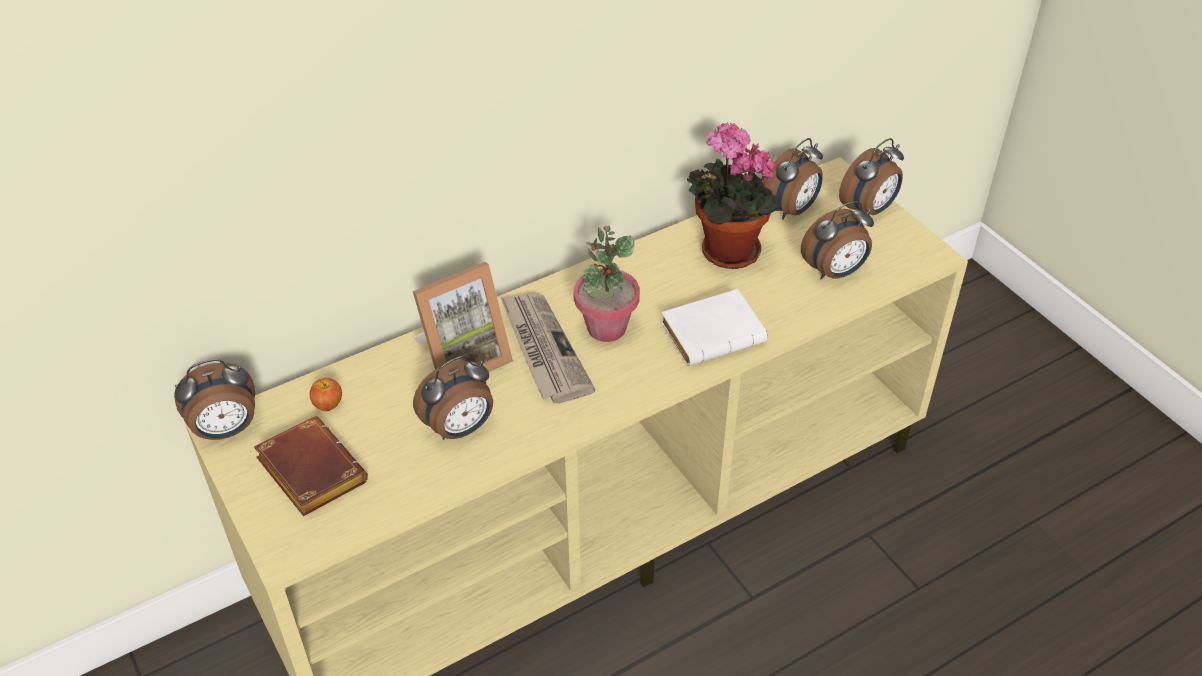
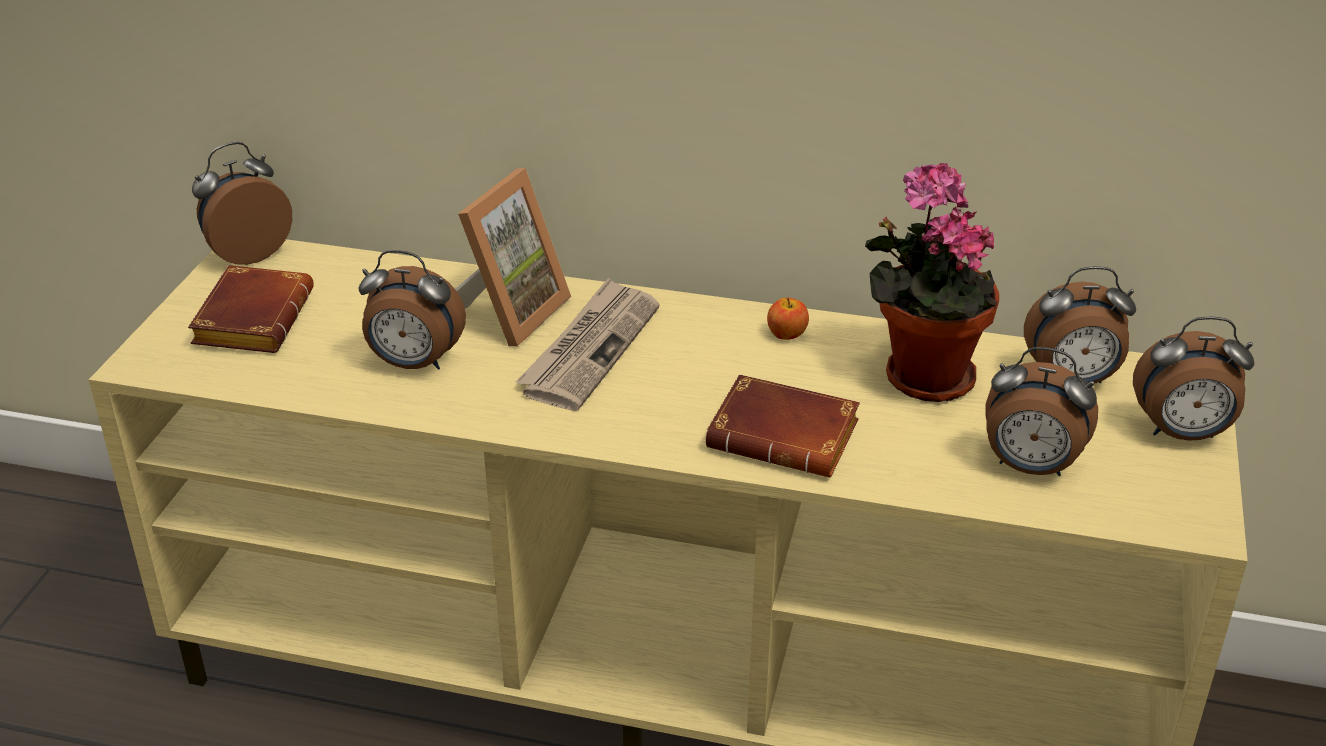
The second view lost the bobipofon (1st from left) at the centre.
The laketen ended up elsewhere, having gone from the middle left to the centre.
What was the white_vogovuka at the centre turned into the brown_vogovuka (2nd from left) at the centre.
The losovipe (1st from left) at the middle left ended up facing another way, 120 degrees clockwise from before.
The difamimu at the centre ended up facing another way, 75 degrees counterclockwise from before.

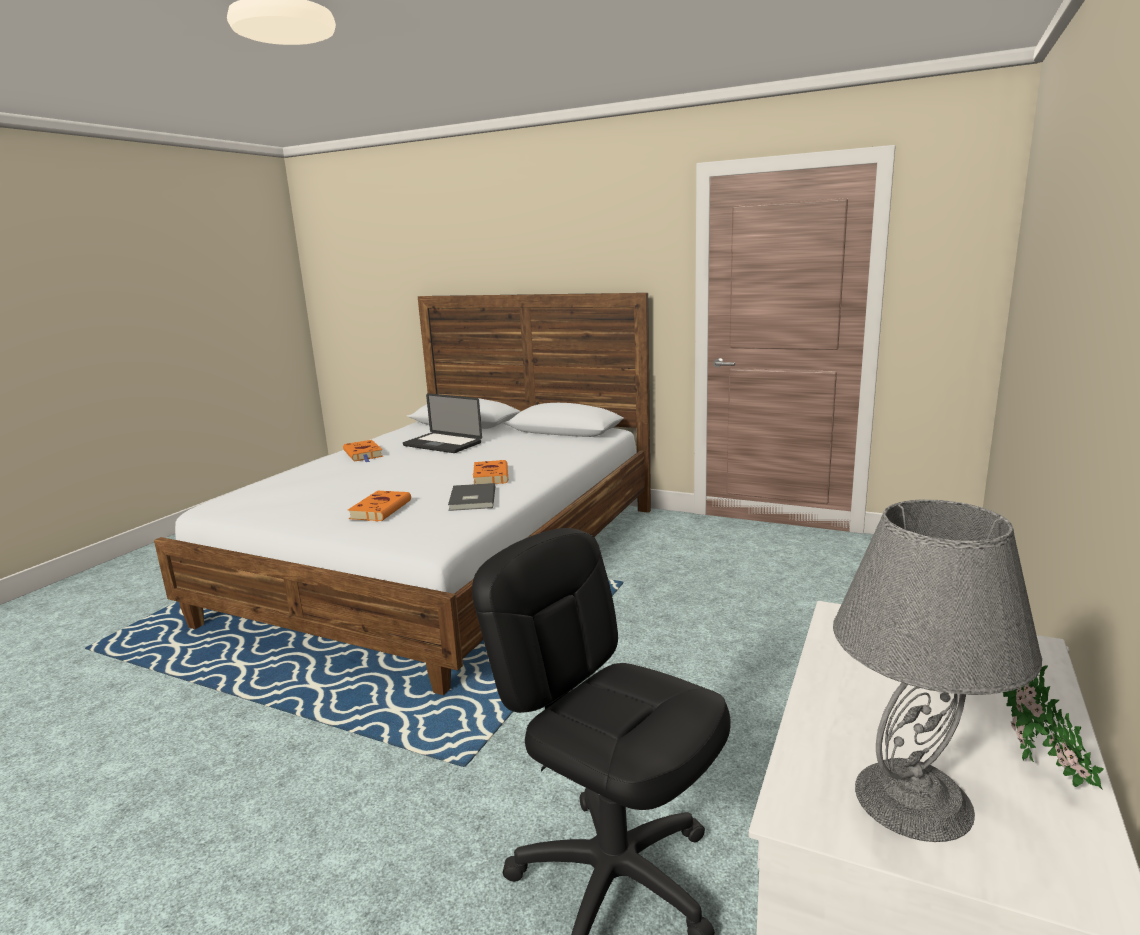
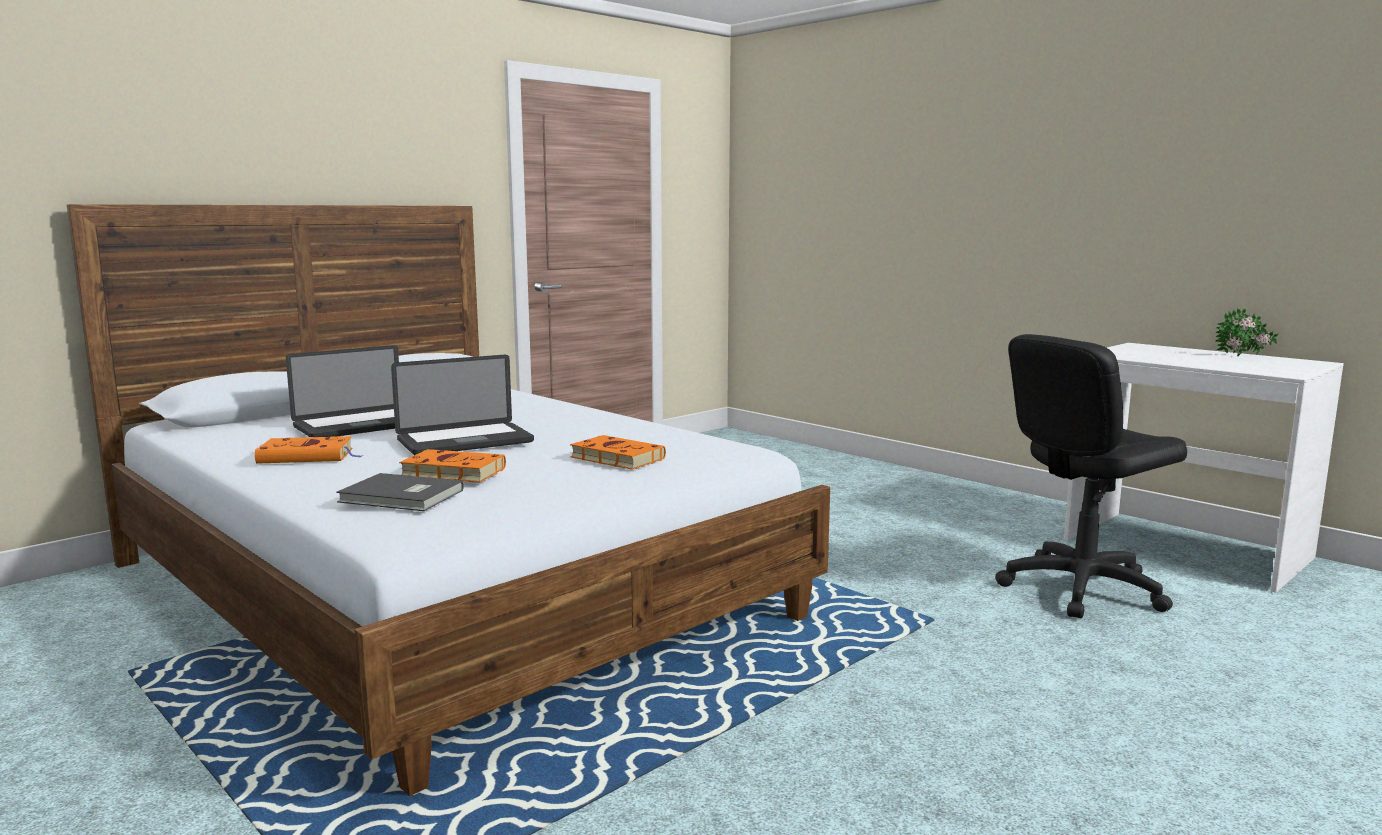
The second view lost the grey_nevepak at the bottom right.
The second view gained the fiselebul (2nd from left) at the centre.
The grey_vogovuka ended up elsewhere, having gone from the centre to the middle left.
The orange_vogovuka (3rd from left in the first image) ended up elsewhere, having gone from the centre to the middle left.

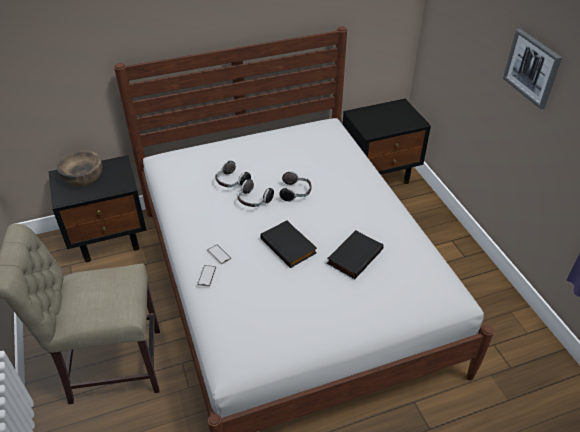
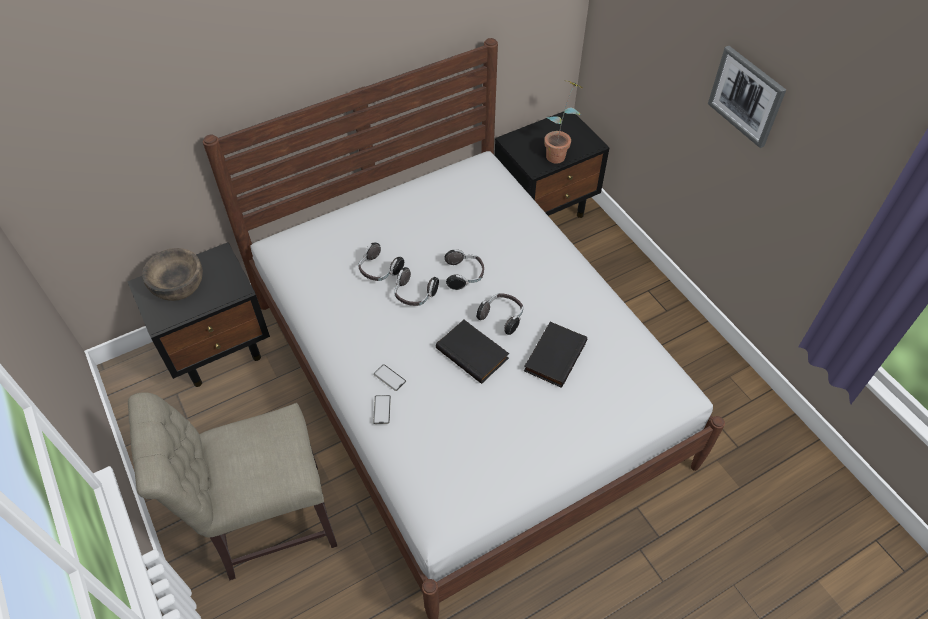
The second view gained the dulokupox (4th from left) at the centre.
The second view gained the bobipofon at the top centre.

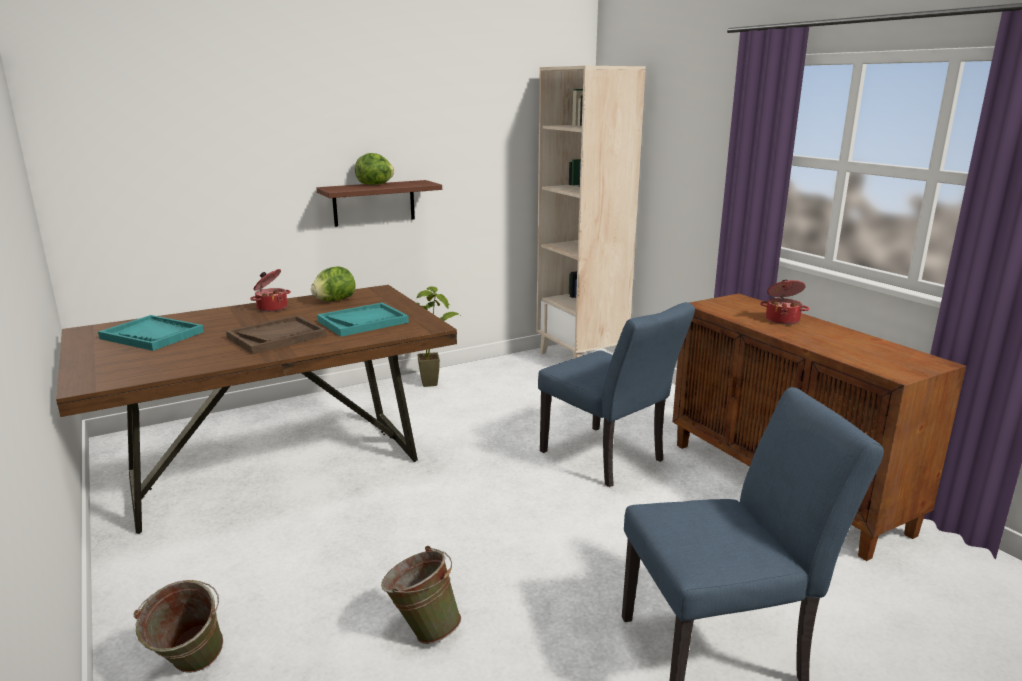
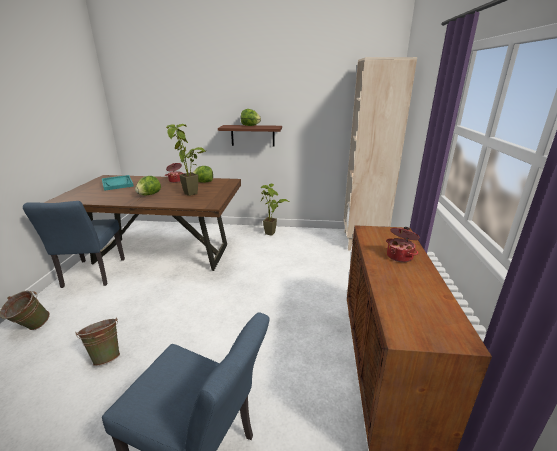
The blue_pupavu (1st from left) ended up elsewhere, having gone from the centre to the middle left.
Where the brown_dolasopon stood at the middle left, the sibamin (1st from left) came to stand at the middle left.
Where the turquoise_dolasopon (2nd from left) stood at the centre, the bobipofon (1st from left) came to stand at the centre.

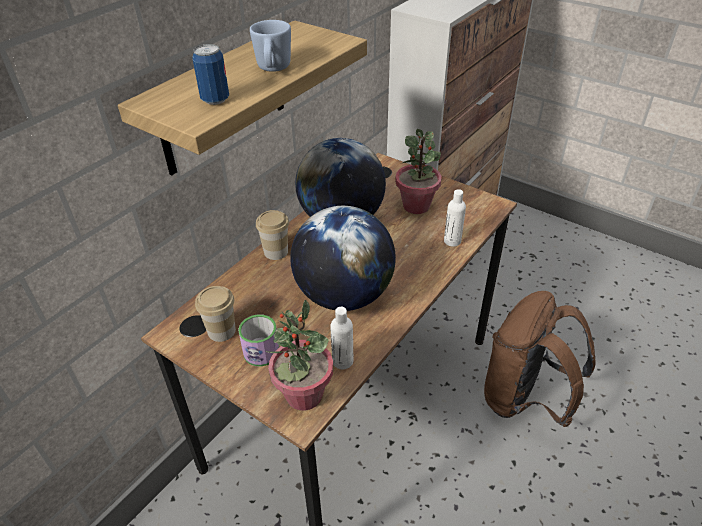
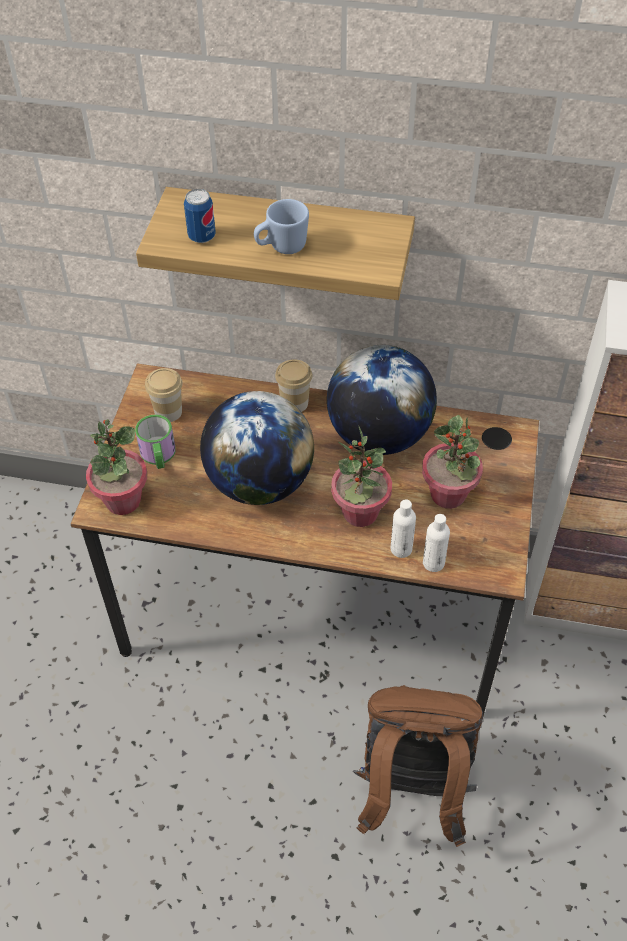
The second view gained the bobipofon (2nd from left) at the centre.
The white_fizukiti (1st from left in the first image) ended up elsewhere, having gone from the centre to the middle right.

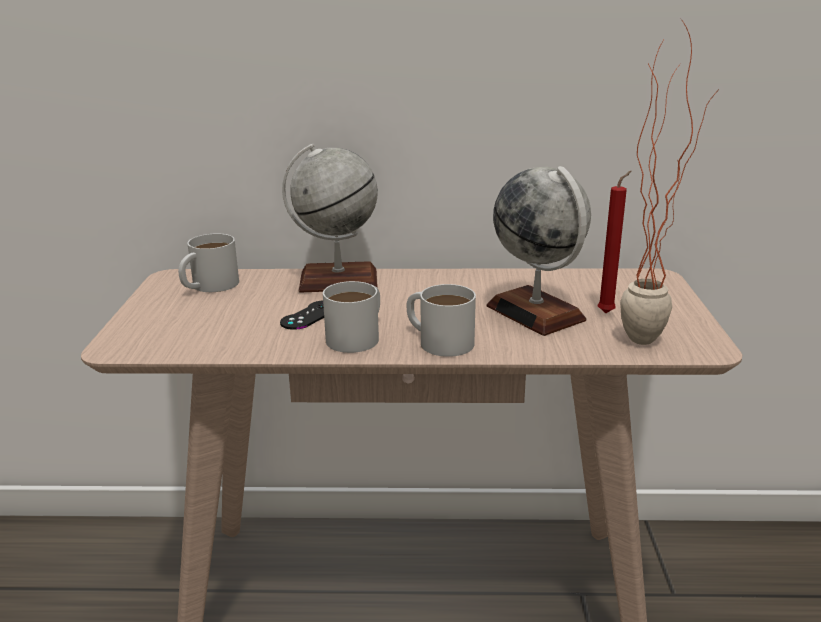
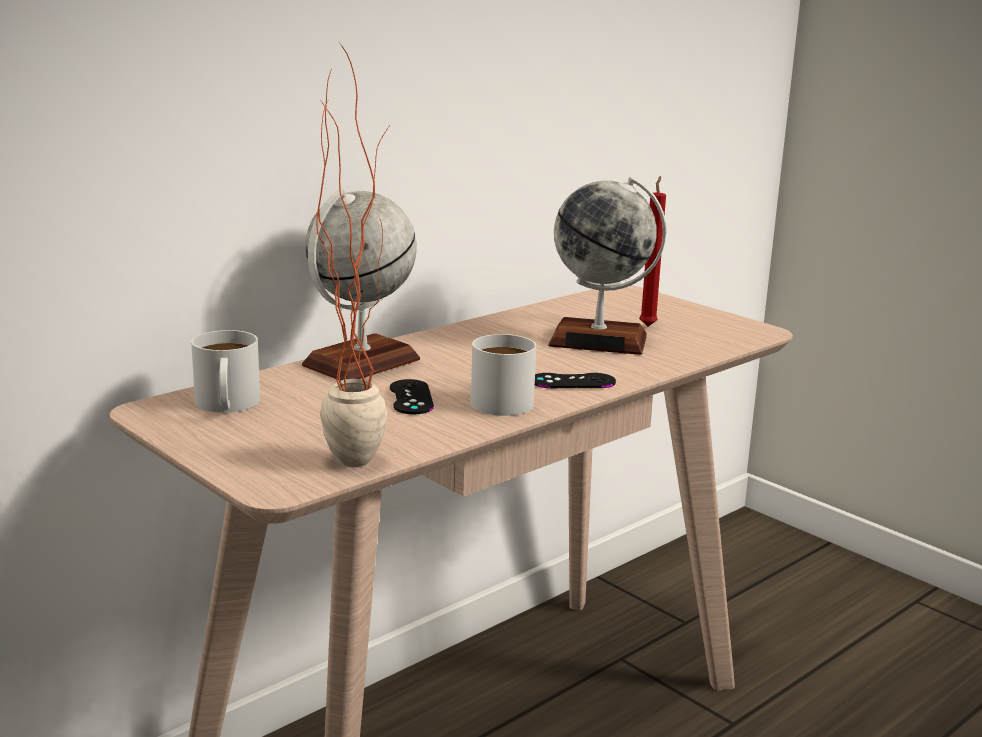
The bobipofon ended up elsewhere, having gone from the top right to the centre.
Where the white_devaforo (3rd from left) stood at the centre, the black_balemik (2nd from left) came to stand at the centre.

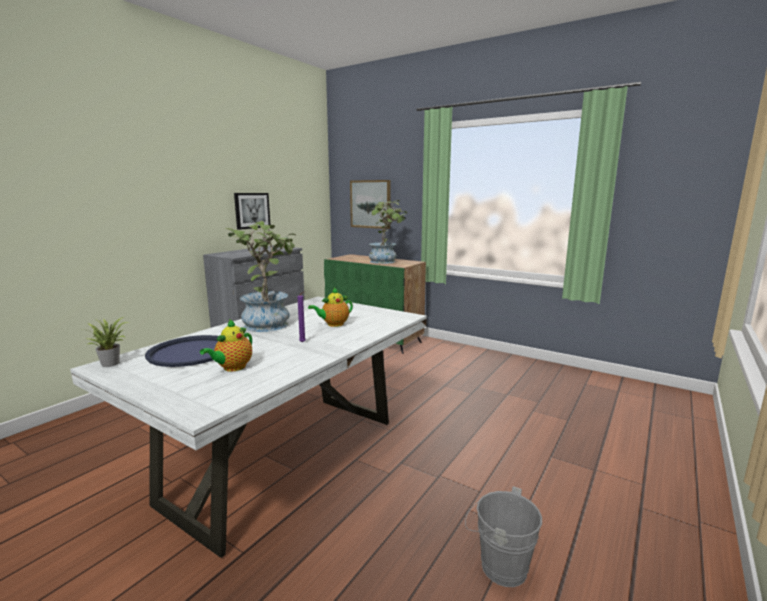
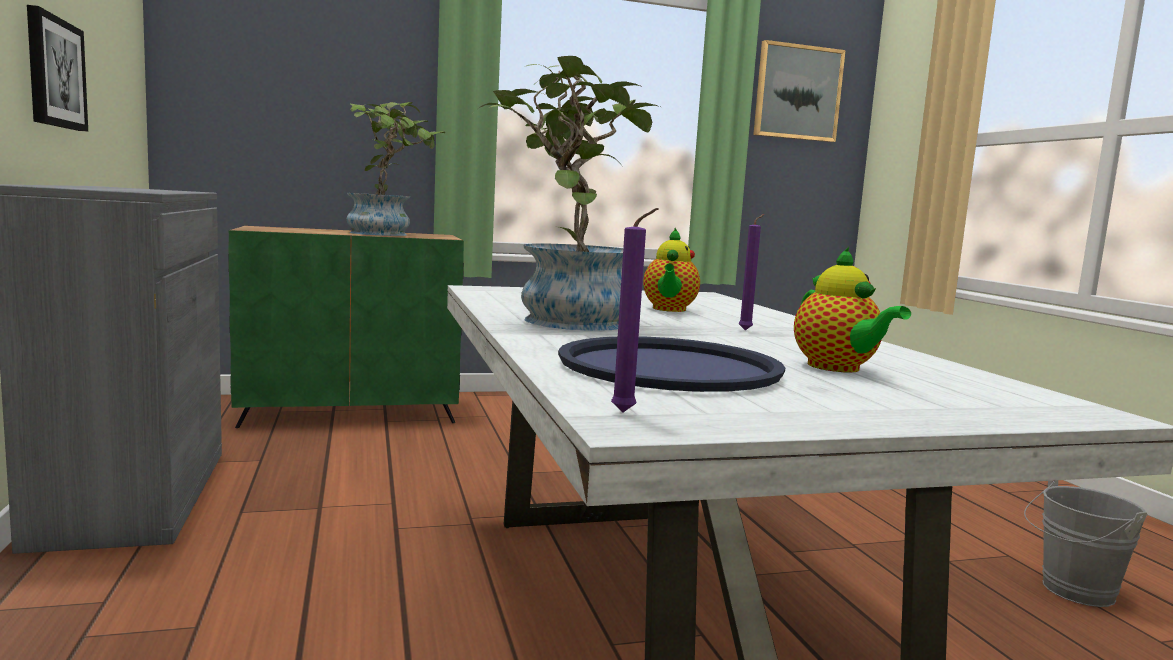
The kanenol (2nd from left) ended up elsewhere, having gone from the centre to the top right.
Where the bobipofon (1st from left) stood at the middle left, the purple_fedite (1st from left) came to stand at the centre.

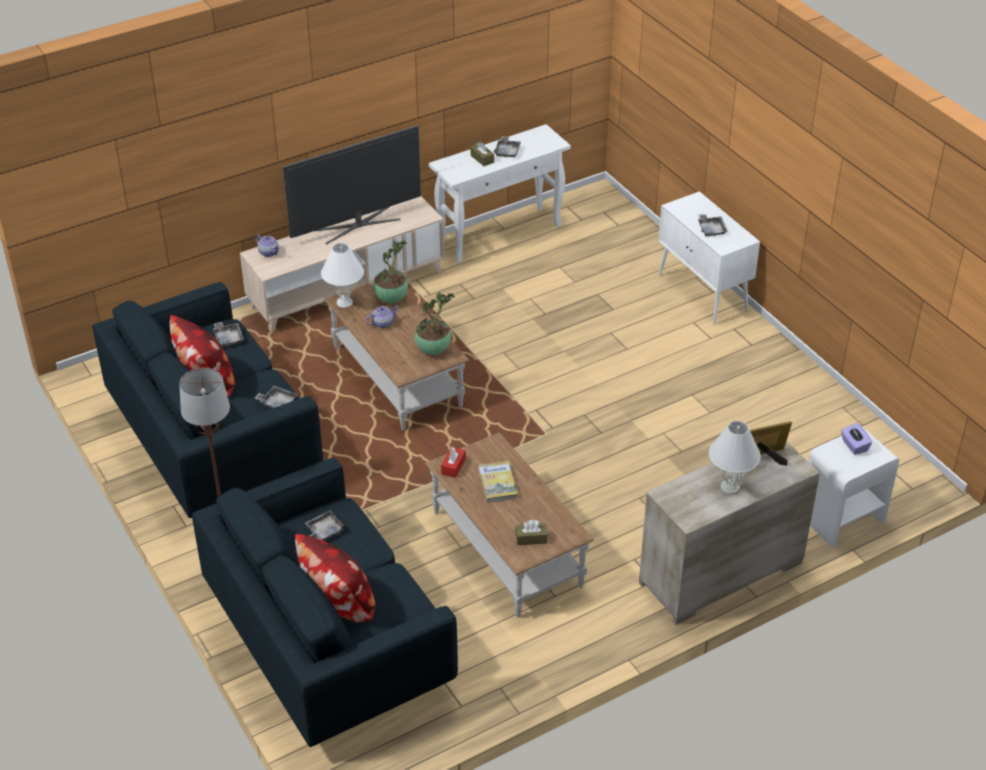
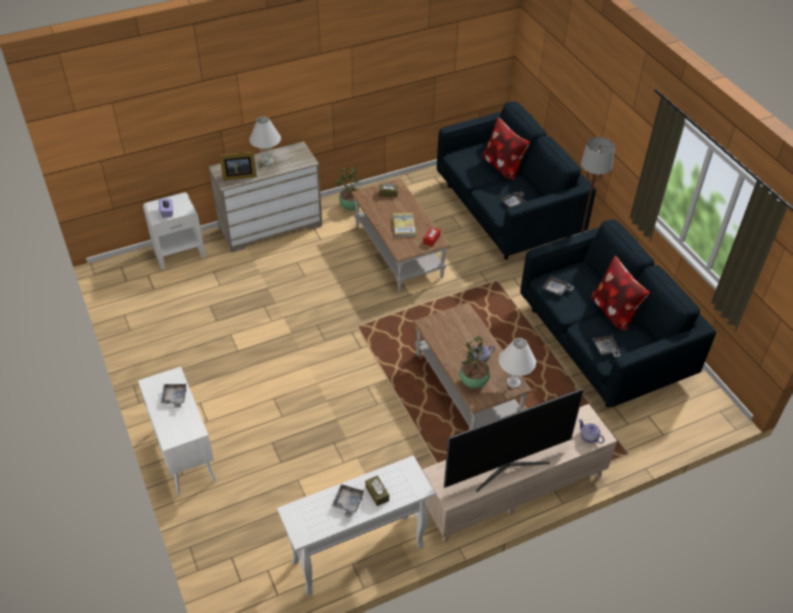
The bobipofon (2nd from left in the first image) ended up elsewhere, having gone from the centre to the top centre.

